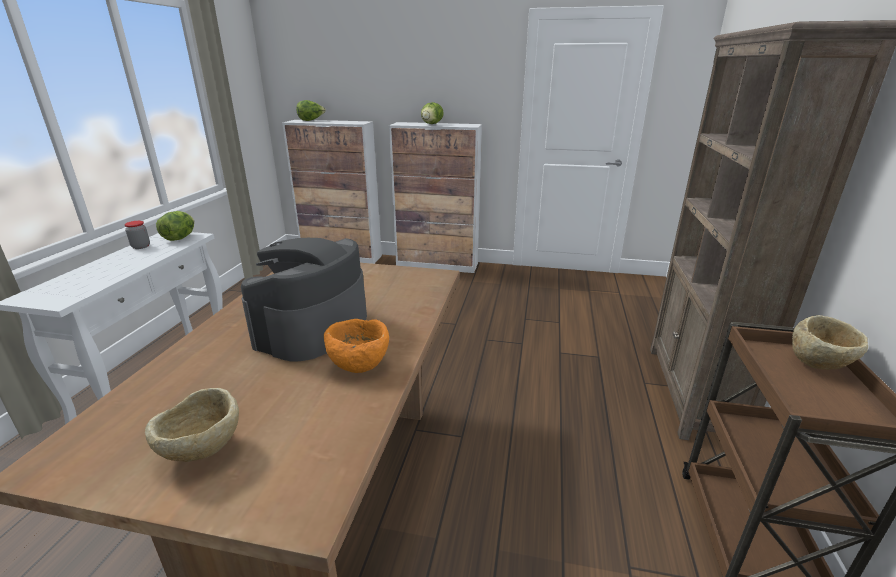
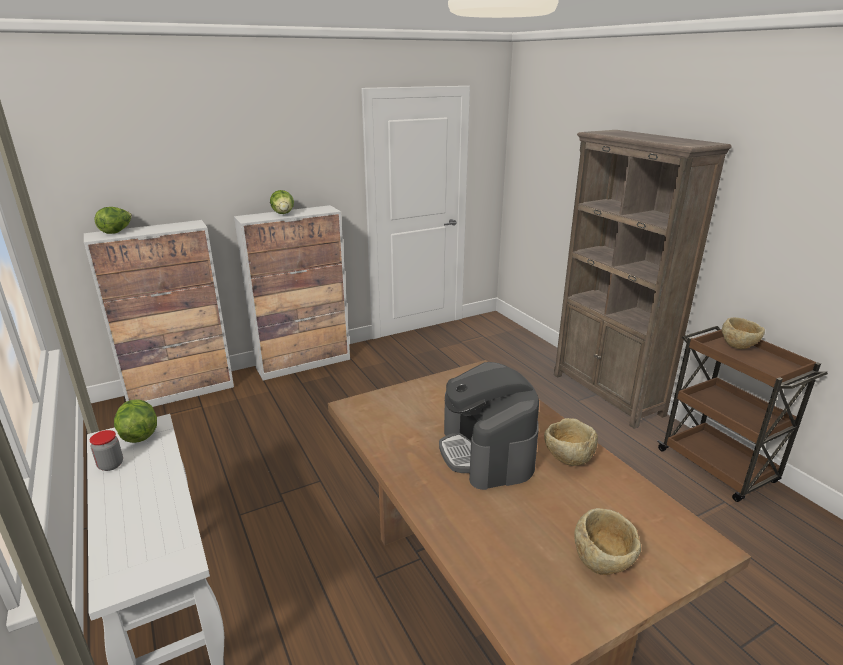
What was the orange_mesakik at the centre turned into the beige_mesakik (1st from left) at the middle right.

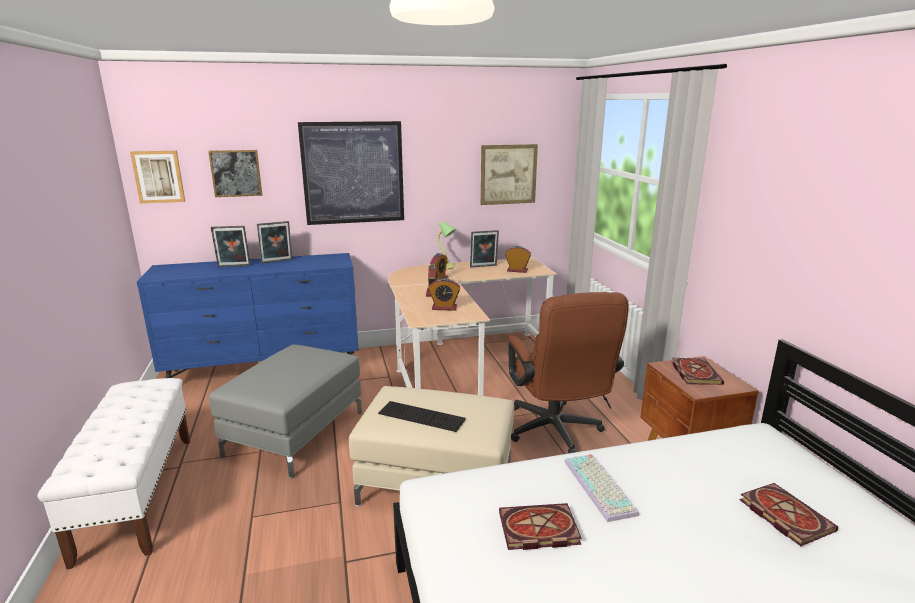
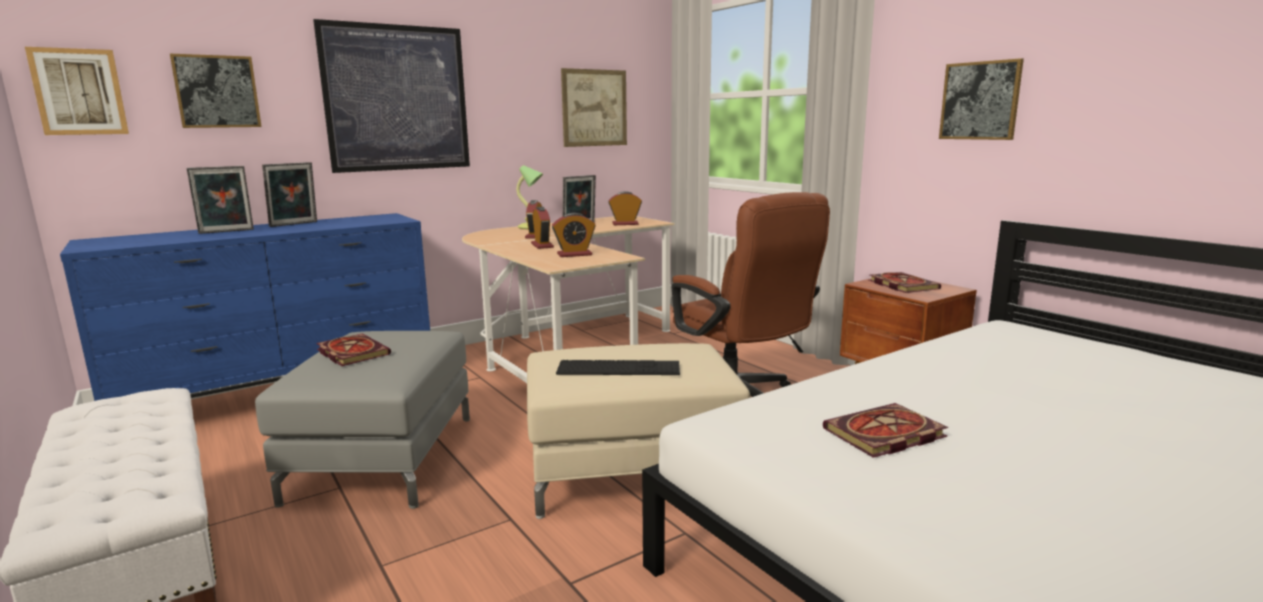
The second view lost the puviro (2nd from left) at the bottom centre.
The second view gained the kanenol (5th from left) at the top right.
The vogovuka (3rd from left in the first image) ended up elsewhere, having gone from the bottom right to the middle left.

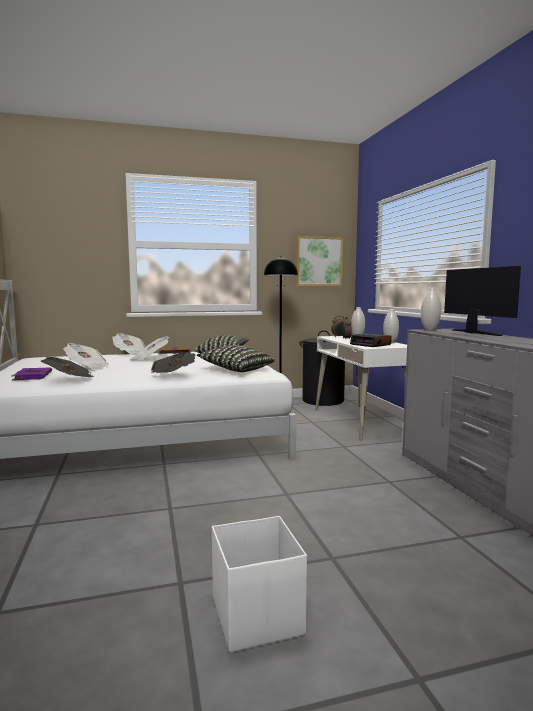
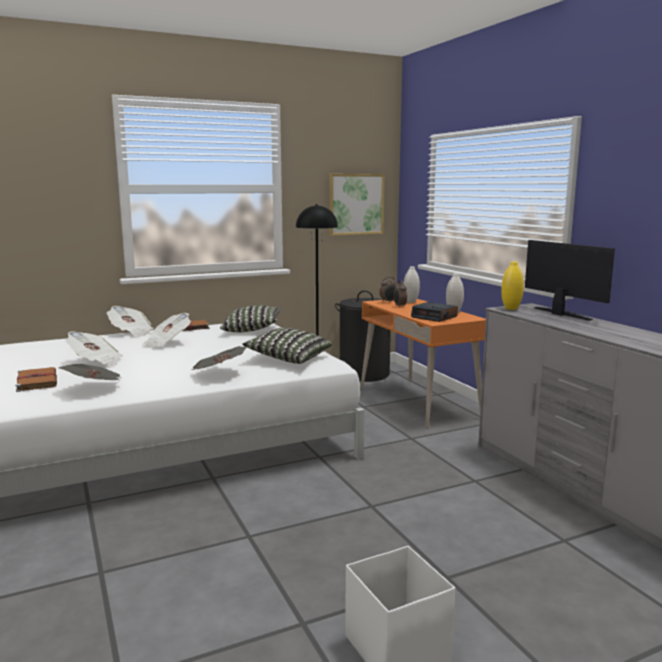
What was the purple_vogovuka at the middle left turned into the brown_vogovuka (1st from left) at the middle left.
What was the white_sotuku at the middle right turned into the orange_sotuku at the centre.
What was the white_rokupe (3rd from left) at the middle right turned into the yellow_rokupe at the middle right.

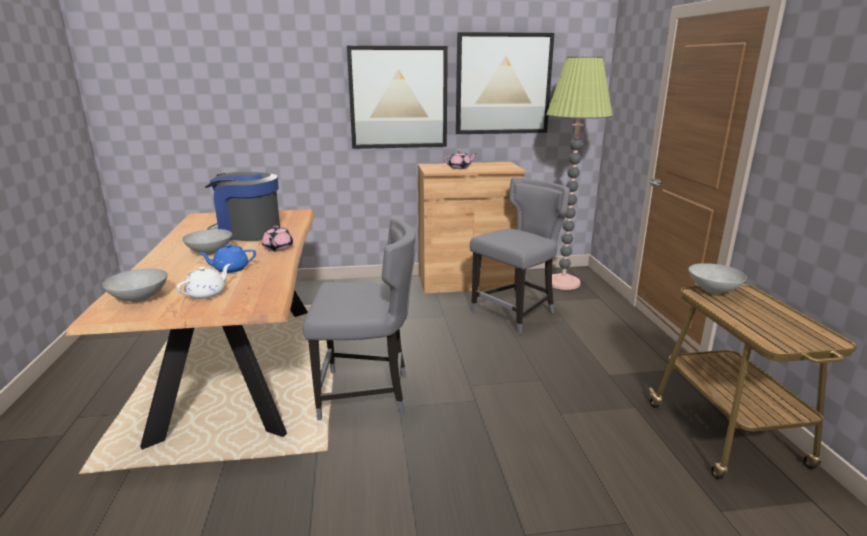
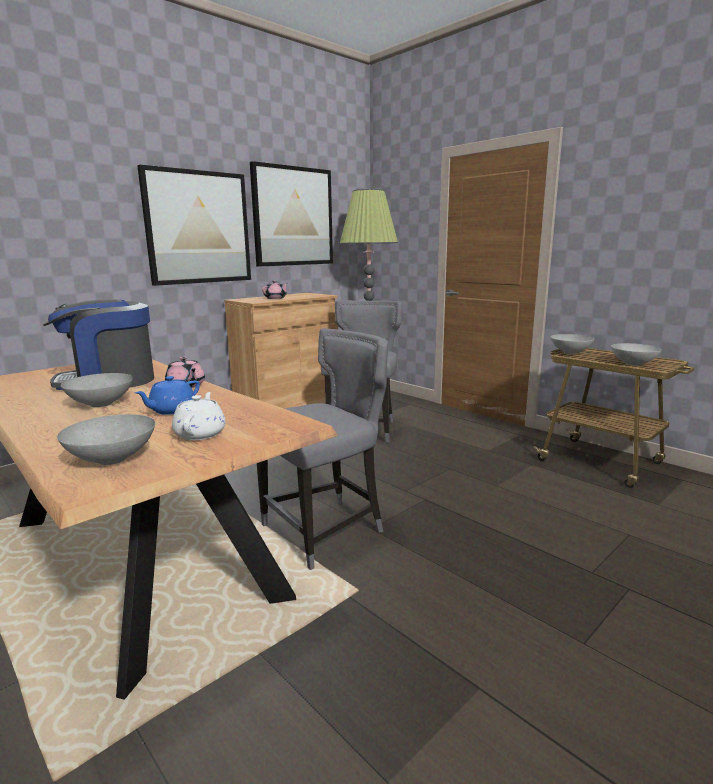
The second view gained the grey_mesakik (4th from left) at the middle right.

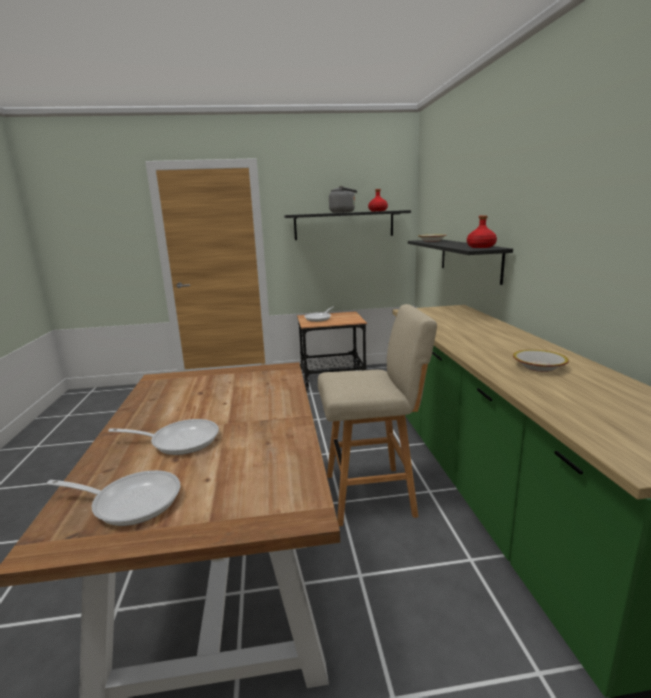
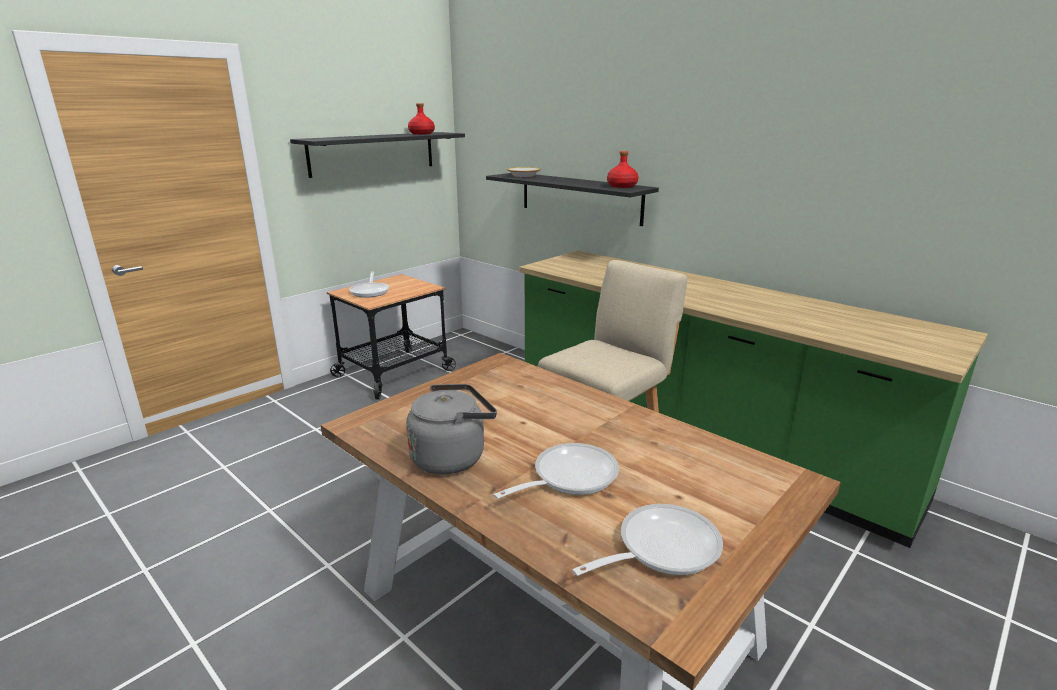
The second view lost the mesakik (2nd from left) at the middle right.
The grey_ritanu ended up elsewhere, having gone from the top centre to the centre.

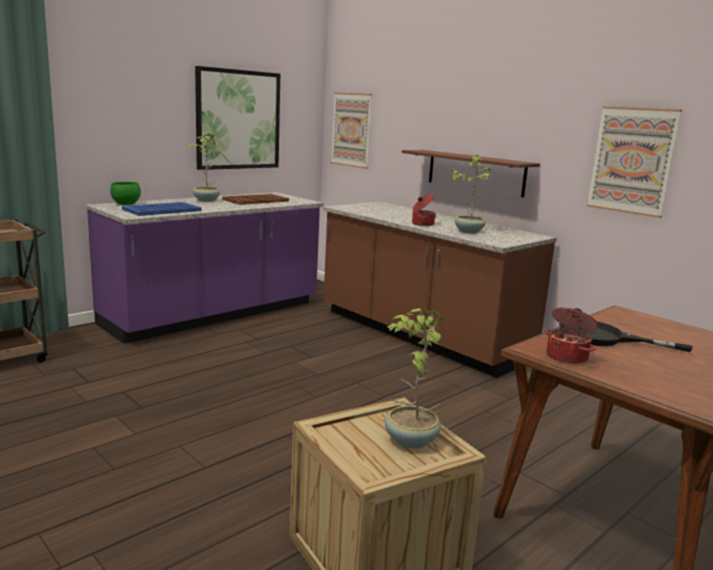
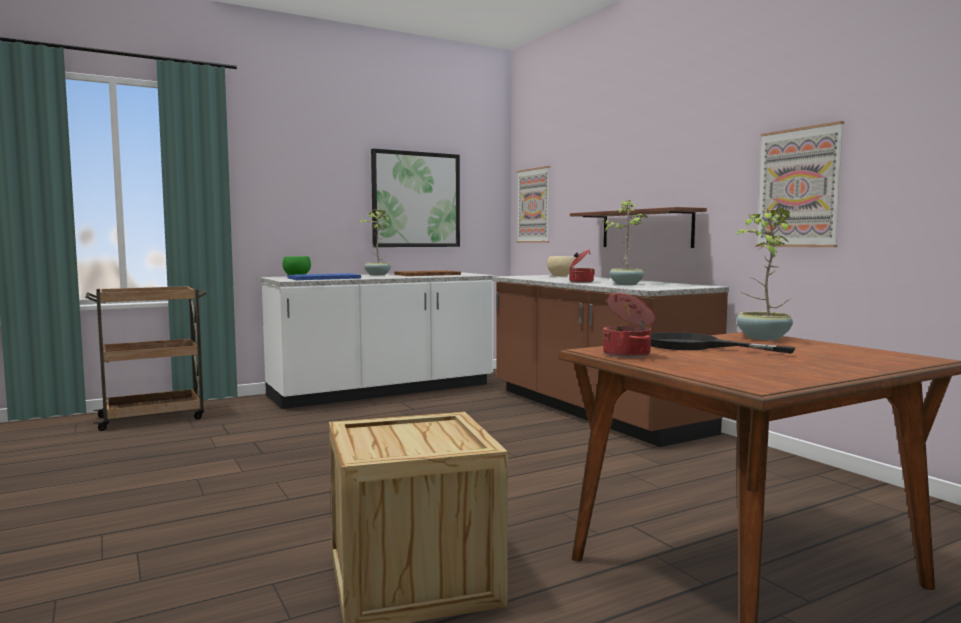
The second view gained the beige_mesakik at the centre.
The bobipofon (2nd from left in the first image) ended up elsewhere, having gone from the centre to the middle right.
What was the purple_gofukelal at the middle left turned into the white_gofukelal at the centre.

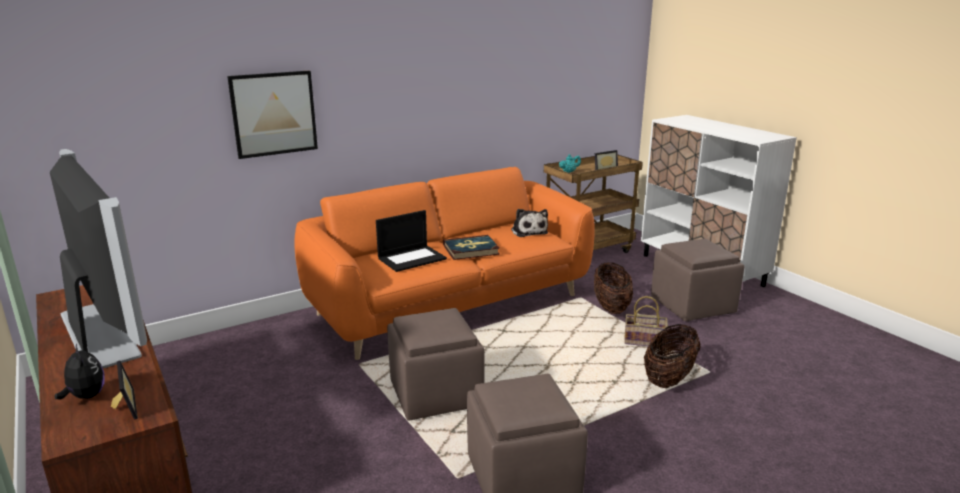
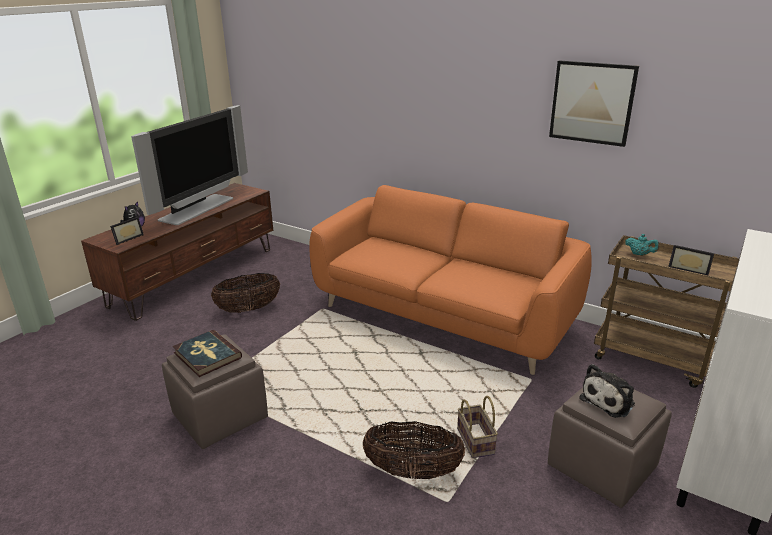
The second view lost the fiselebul at the centre.
The second view lost the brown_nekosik (1st from left) at the bottom centre.
The kanenol ended up elsewhere, having gone from the top left to the top right.
The vogovuka ended up elsewhere, having gone from the centre to the middle left.
The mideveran (2nd from left) ended up elsewhere, having gone from the centre to the bottom right.
The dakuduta (1st from left) ended up elsewhere, having gone from the centre to the middle left.

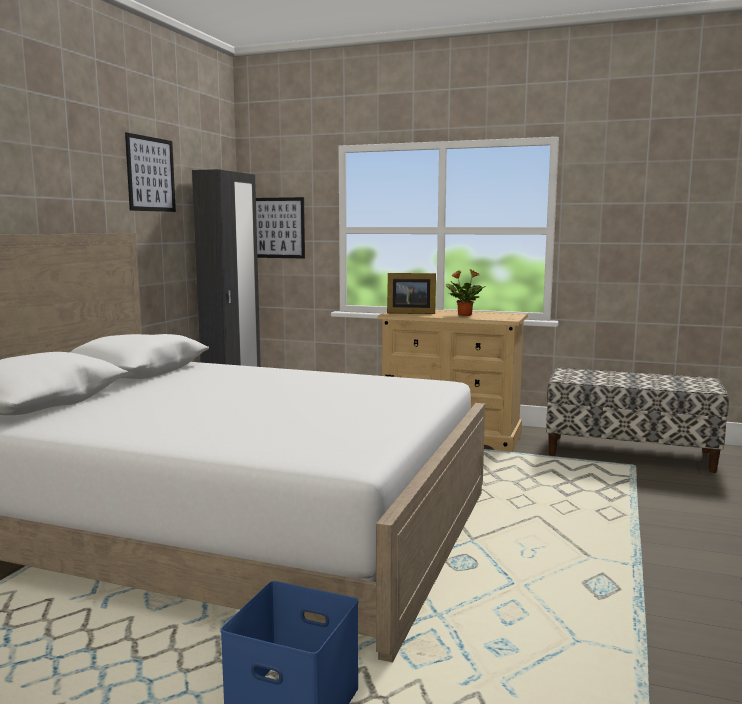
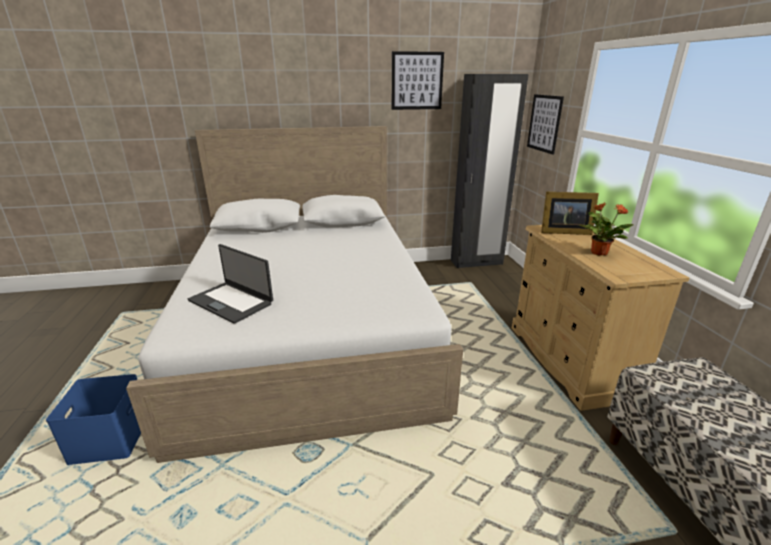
The second view gained the fiselebul at the middle left.
The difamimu at the centre ended up facing another way, 60 degrees counterclockwise from before.

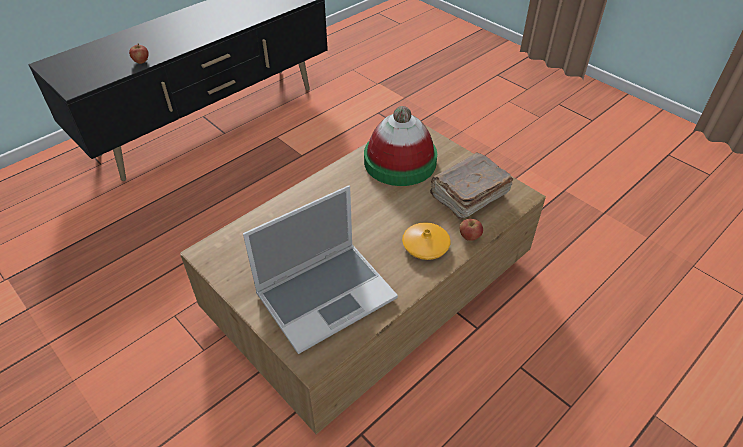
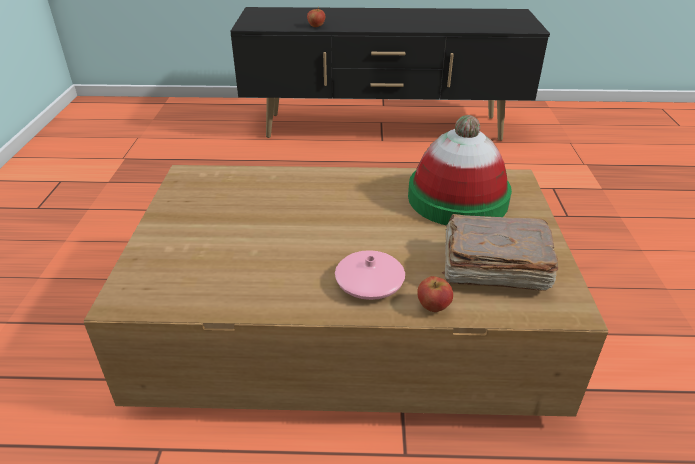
The second view lost the fiselebul at the centre.
What was the orange_rokupe at the centre turned into the pink_rokupe at the centre.

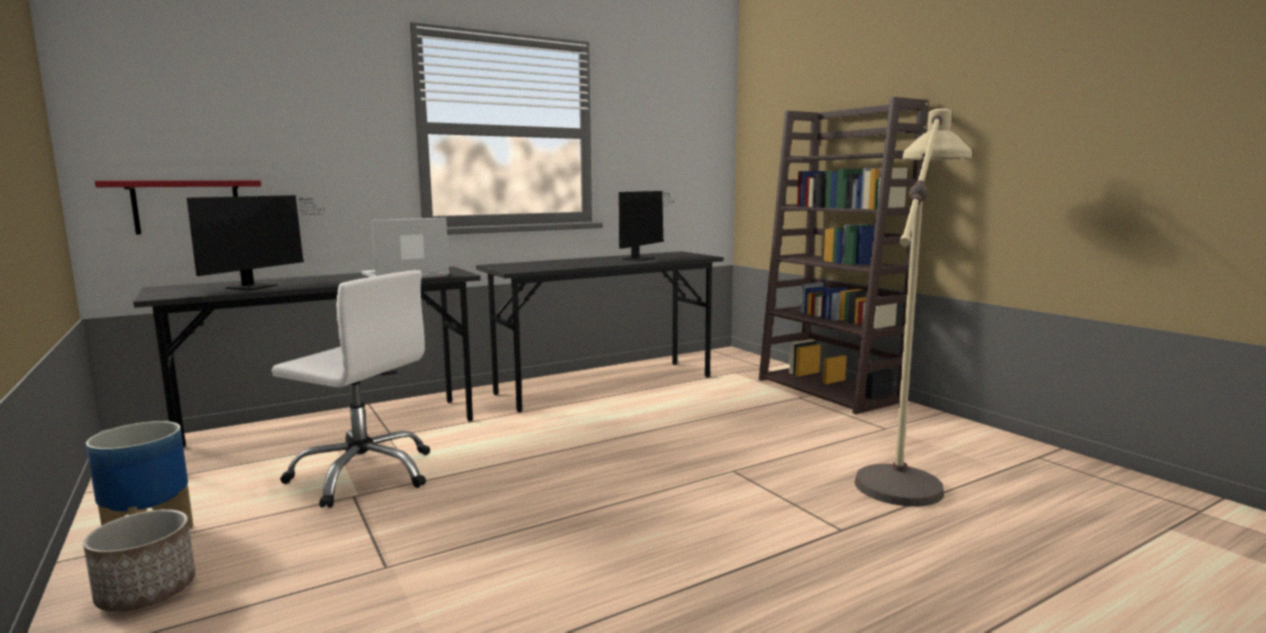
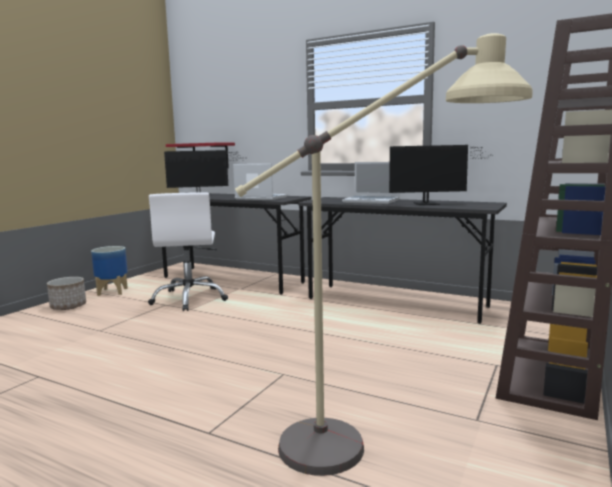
The second view gained the fiselebul (2nd from left) at the centre.

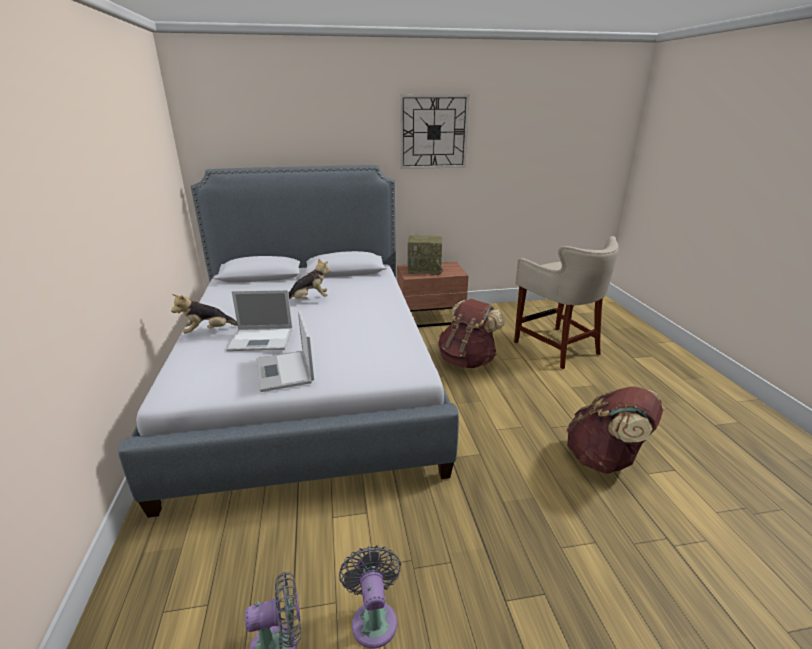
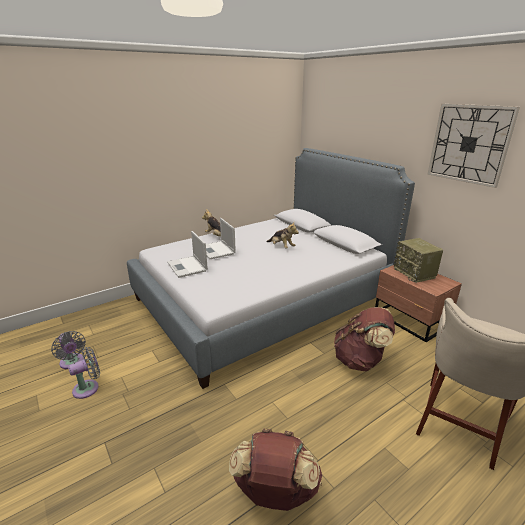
The fiselebul (2nd from left in the first image) at the centre ended up facing another way, 75 degrees counterclockwise from before.

